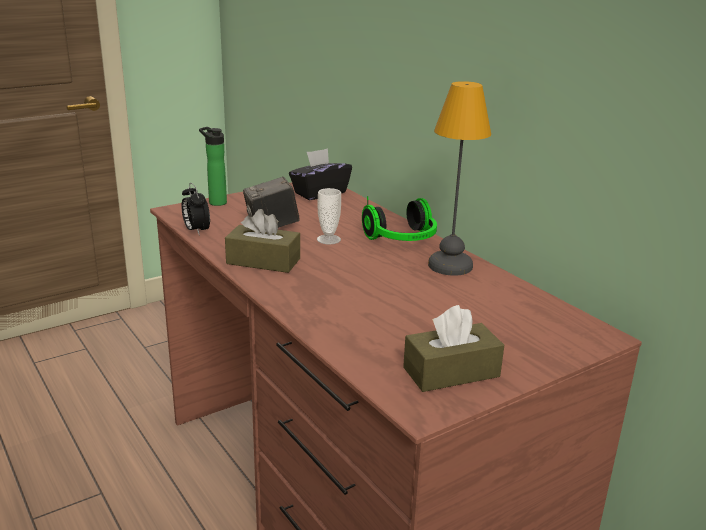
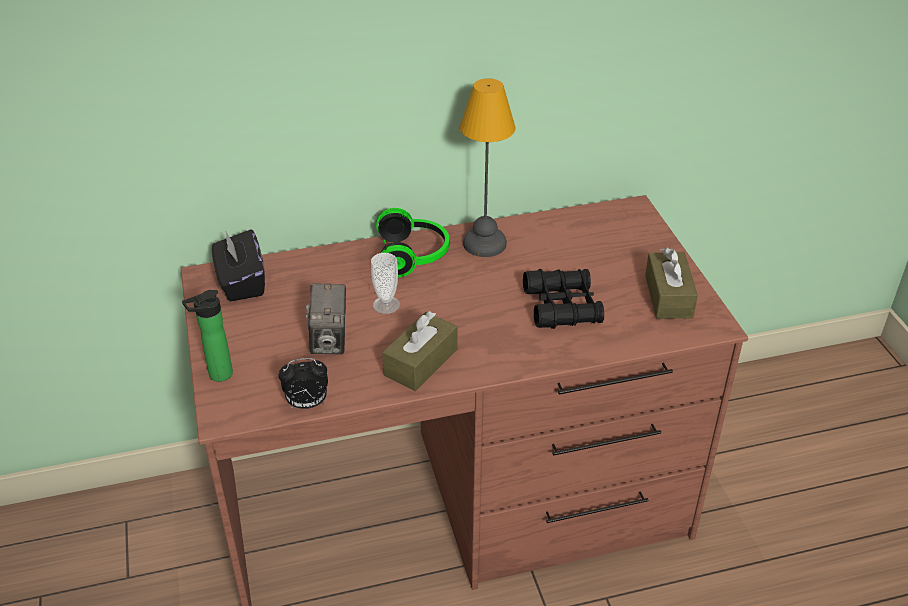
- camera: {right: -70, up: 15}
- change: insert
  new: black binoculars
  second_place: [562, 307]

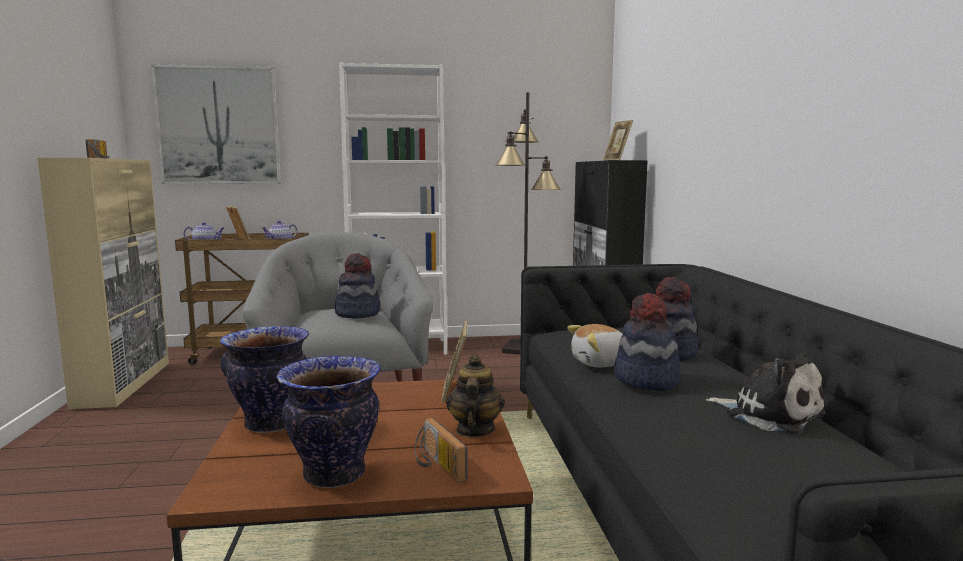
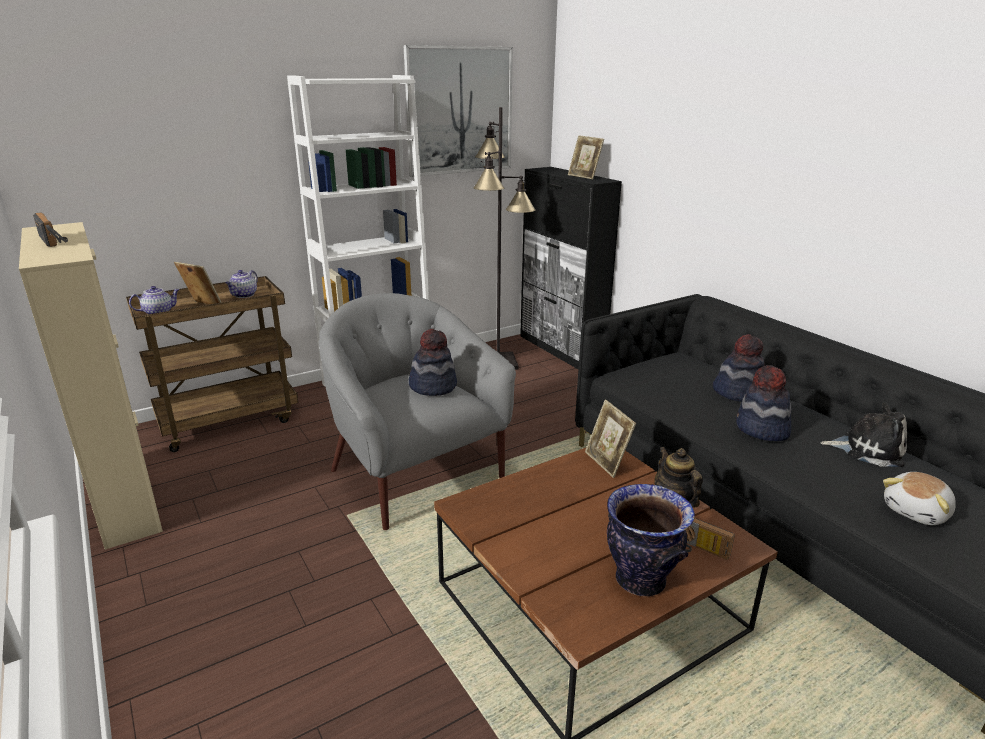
- camera: {right: -25, up: 15}
- change: move
  old: picture
  first_place: [219, 126]
  second_place: [459, 111]
- change: move
  old: plush toy
  first_place: [601, 363]
  second_place: [917, 512]
- change: delete
  old: vase
  first_place: [272, 424]

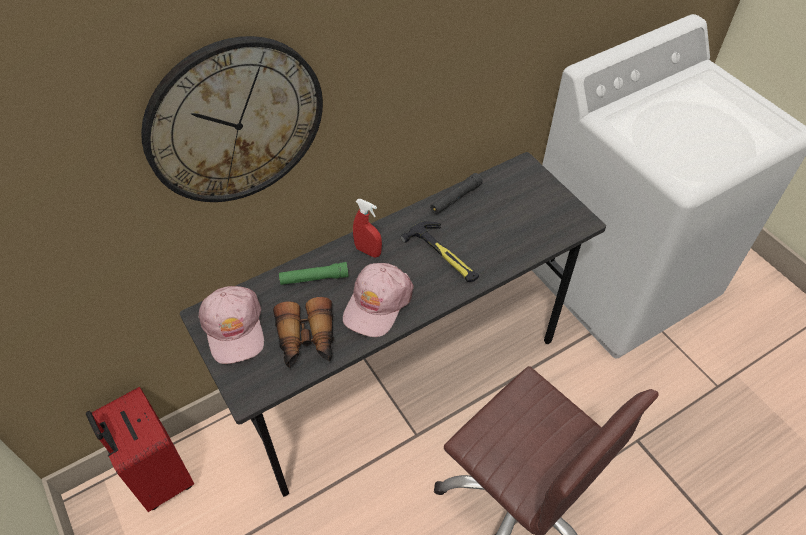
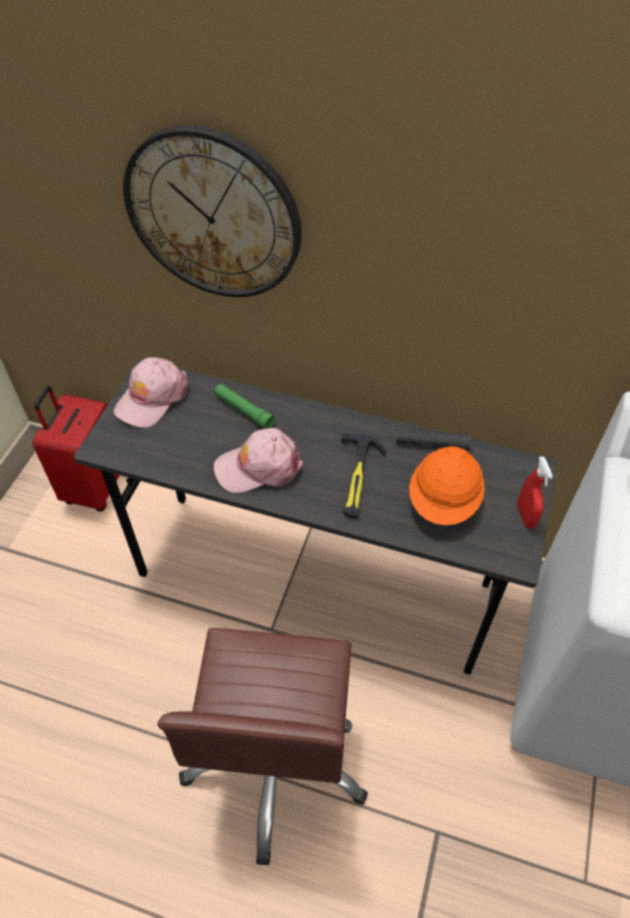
- camera: {right: 50, up: 0}
- change: move
  old: red spray bottle
  first_place: [368, 251]
  second_place: [525, 516]
- change: delete
  old: binoculars
  first_place: [307, 341]
- change: insert
  new: orange hard hat
  second_place: [444, 501]

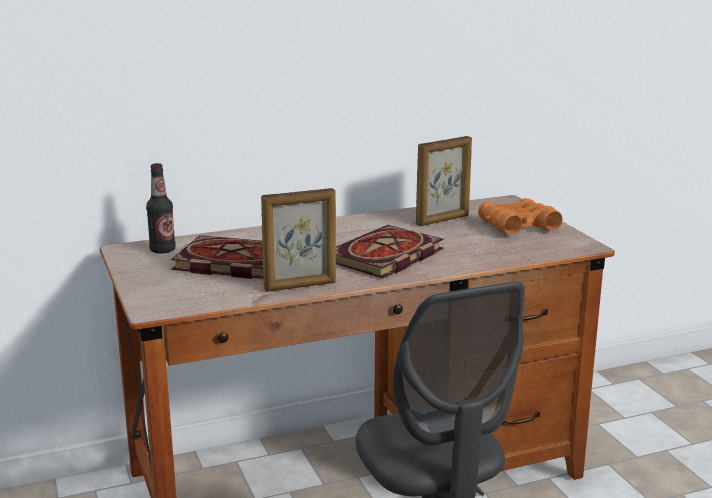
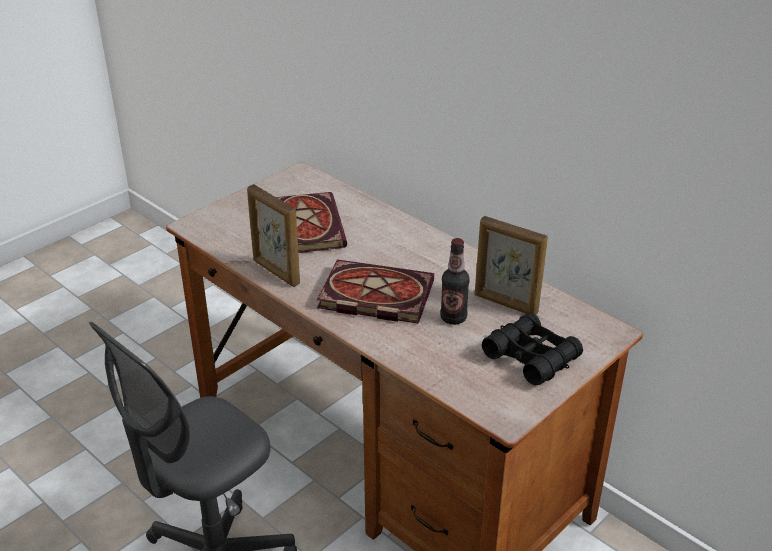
- camera: {right: 65, up: 15}
- change: move
  old: bottle
  first_place: [162, 250]
  second_place: [453, 318]
- change: recolor
  old: orange binoculars
  new: black binoculars
  first_place: [518, 226]
  second_place: [531, 357]

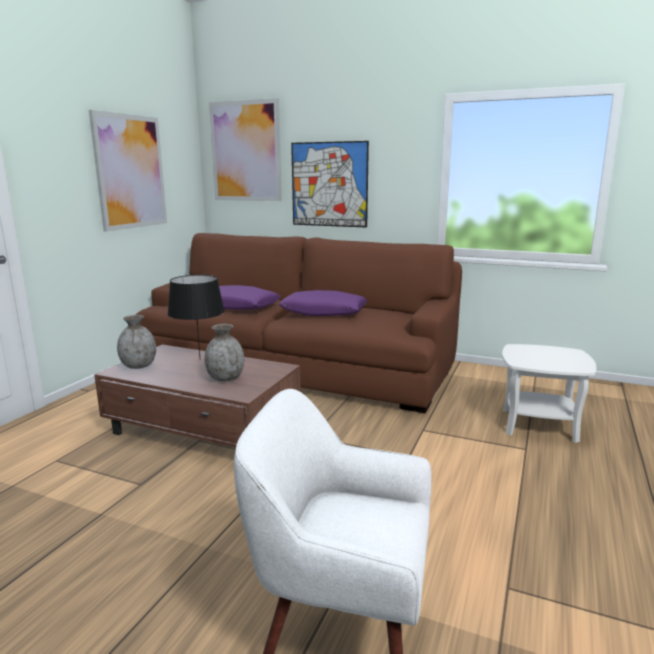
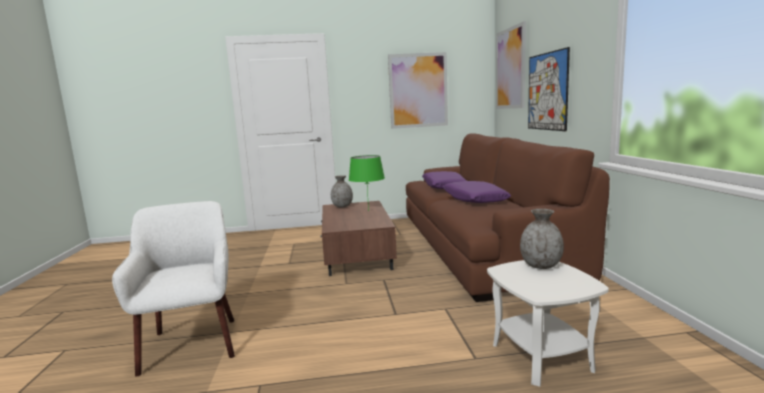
- camera: {right: 60, up: -5}
- change: recolor
  old: black table lamp
  new: green table lamp
  first_place: [200, 359]
  second_place: [368, 210]
- change: move
  old: grey vase
  first_place: [225, 378]
  second_place: [540, 266]

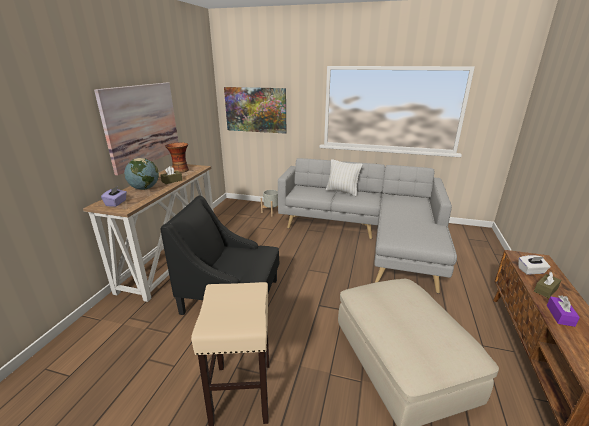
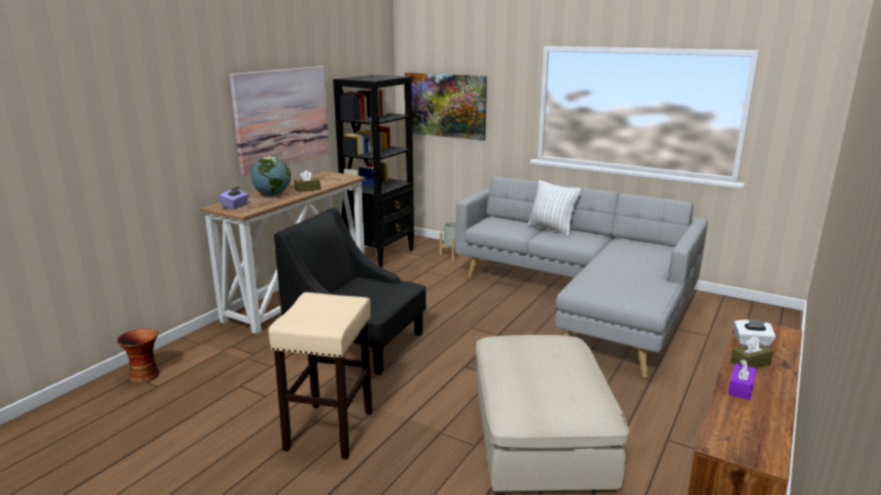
- camera: {right: 15, up: -5}
- change: move
  old: vase
  first_place: [180, 170]
  second_place: [144, 375]
- change: insert
  new: black bookcase
  second_place: [380, 254]

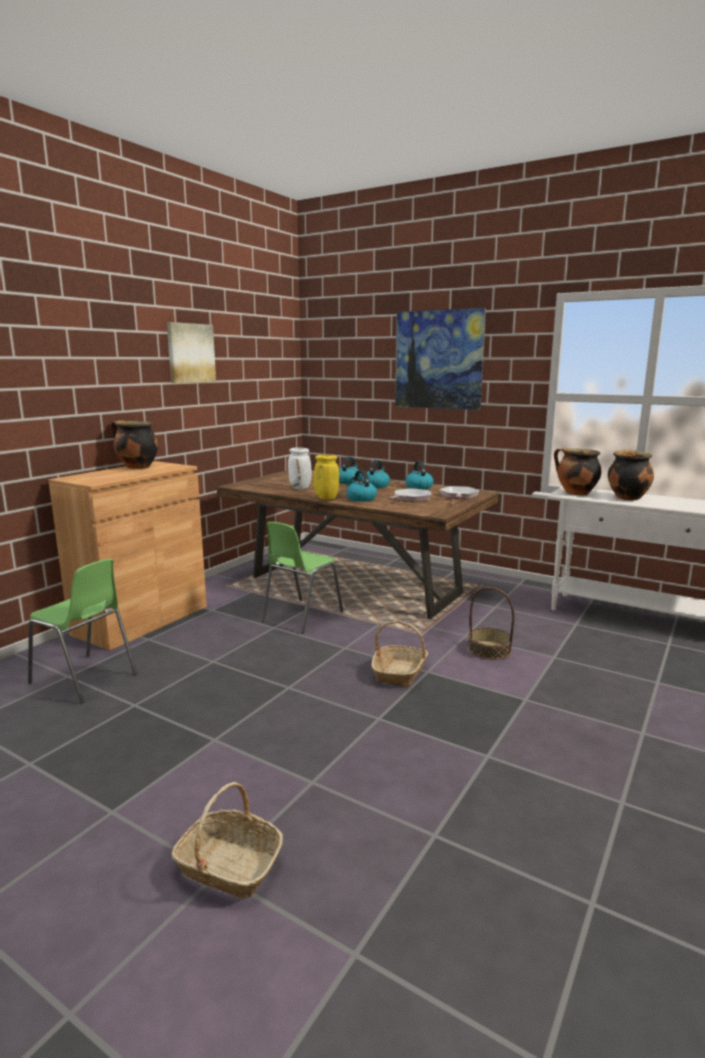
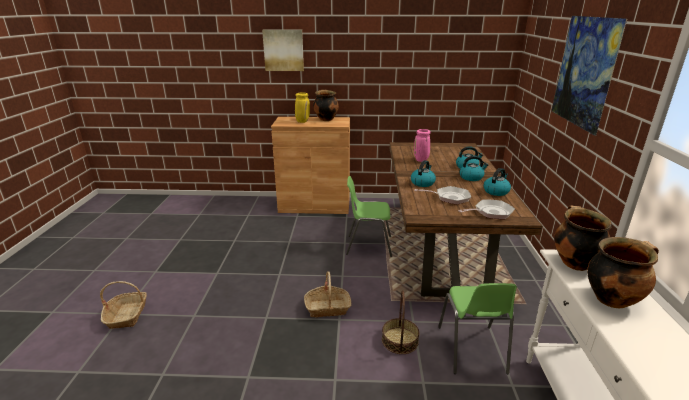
- camera: {right: 60, up: 10}
- change: move
  old: picture
  first_place: [190, 353]
  second_place: [283, 50]
- change: recolor
  old: white vase
  new: pink vase
  first_place: [300, 488]
  second_place: [421, 160]
- change: move
  old: yellow vase
  first_place: [325, 498]
  second_place: [302, 121]
- change: move
  old: green chair
  first_place: [84, 679]
  second_place: [471, 350]

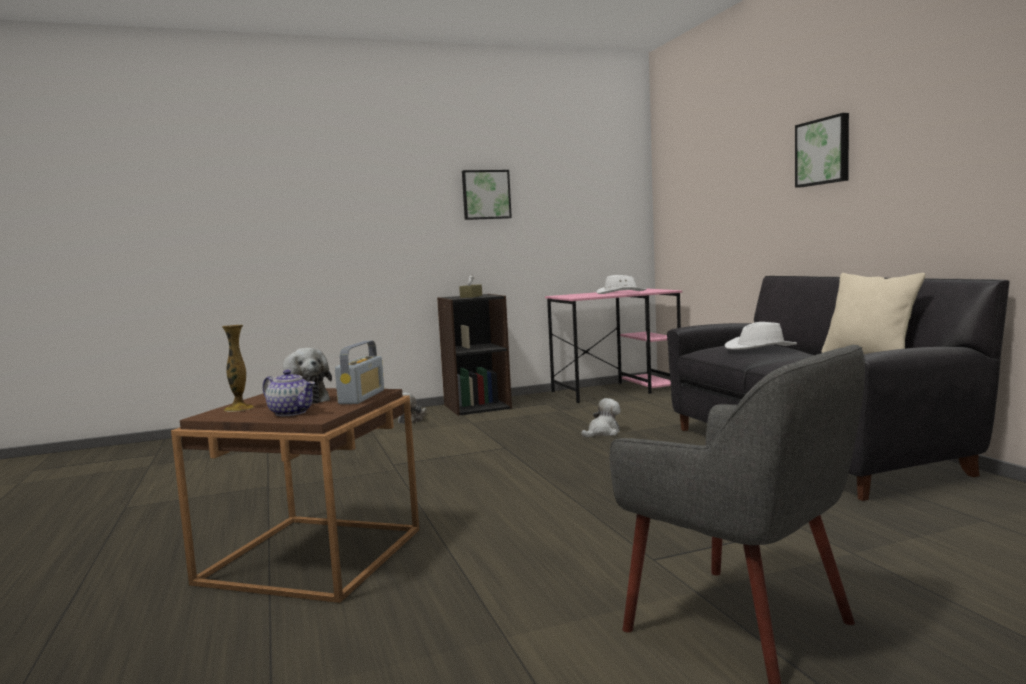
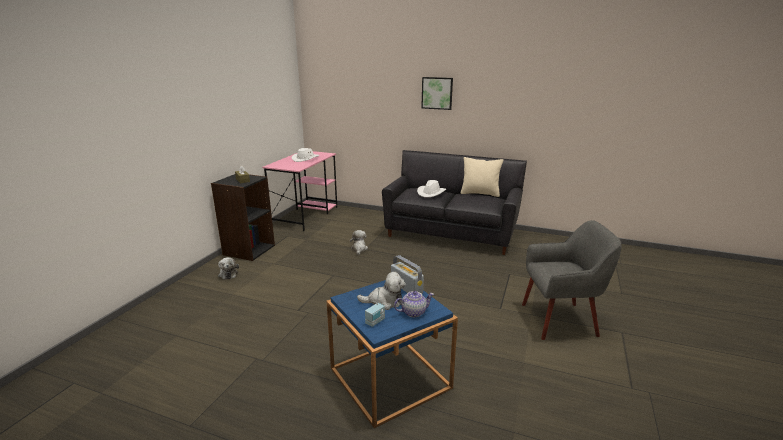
- camera: {right: -50, up: 15}
- change: delete
  old: picture
  first_place: [486, 195]
- change: replace
  old: vase
  new: radio
  first_place: [239, 409]
  second_place: [375, 322]
- change: recolor
  old: brown side table
  new: blue side table
  first_place: [312, 555]
  second_place: [390, 378]

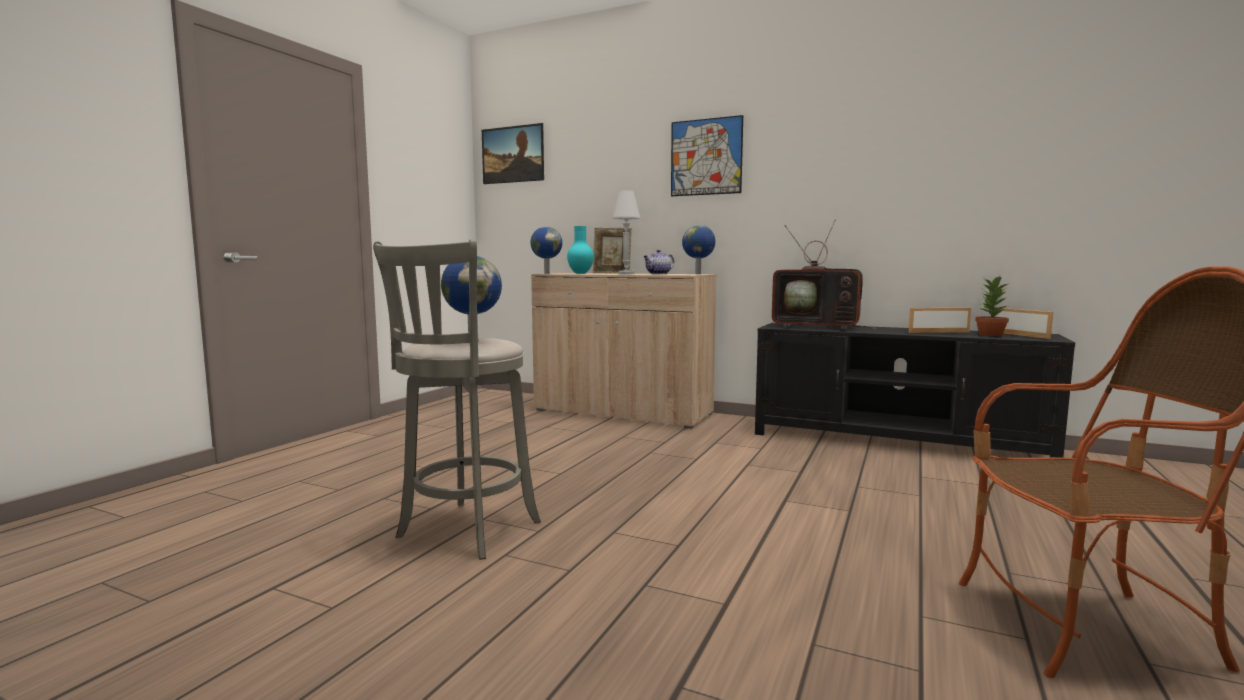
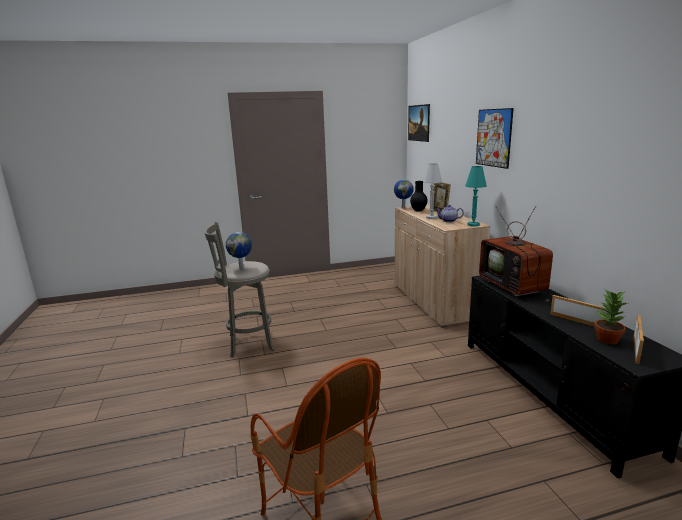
- camera: {right: 50, up: 10}
- change: replace
  old: globe
  new: turquoise table lamp
  first_place: [698, 274]
  second_place: [473, 225]
- change: recolor
  old: turquoise vase
  new: black vase
  first_place: [580, 273]
  second_place: [418, 211]

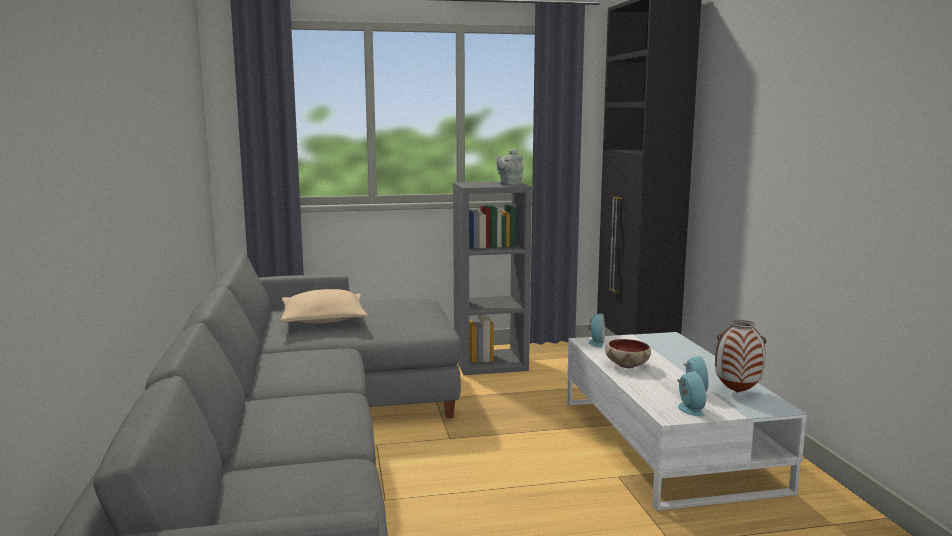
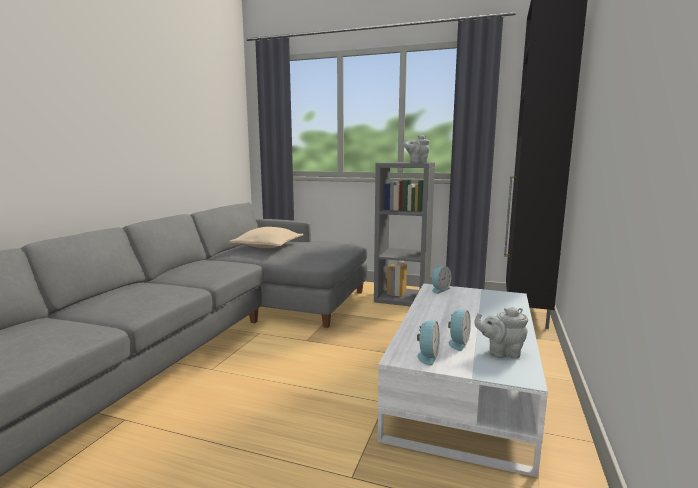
- camera: {right: 30, up: 0}
- change: replace
  old: vase
  new: grey teapot
  first_place: [737, 392]
  second_place: [501, 353]
- change: delete
  old: bowl
  first_place: [626, 365]

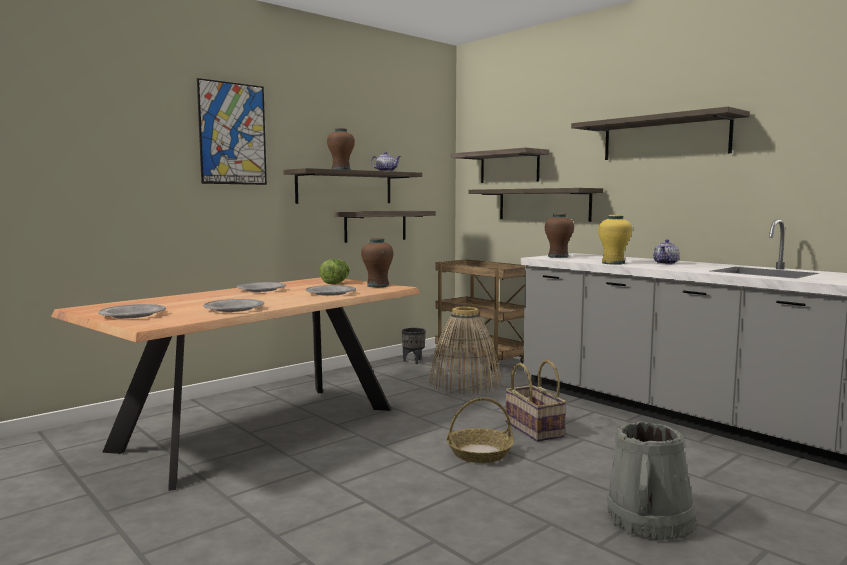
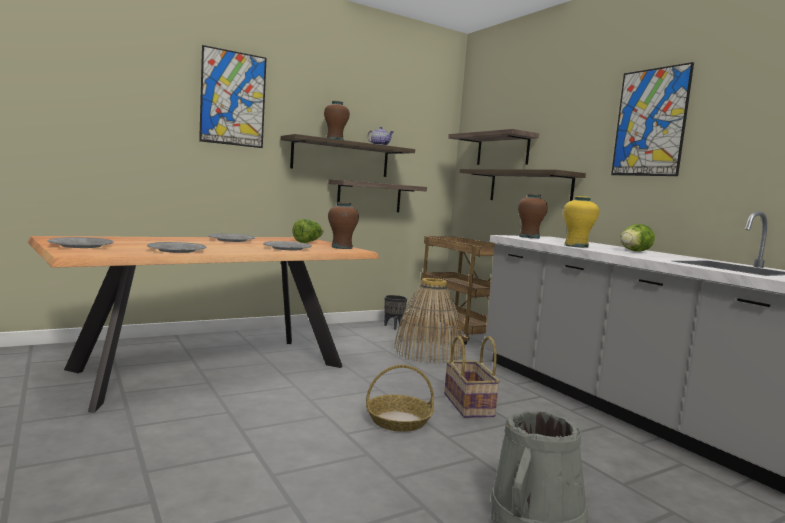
- camera: {right: 10, up: 0}
- change: replace
  old: shelf
  new: picture
  first_place: [664, 138]
  second_place: [650, 122]
- change: replace
  old: teapot
  new: lettuce
  first_place: [666, 263]
  second_place: [633, 251]

